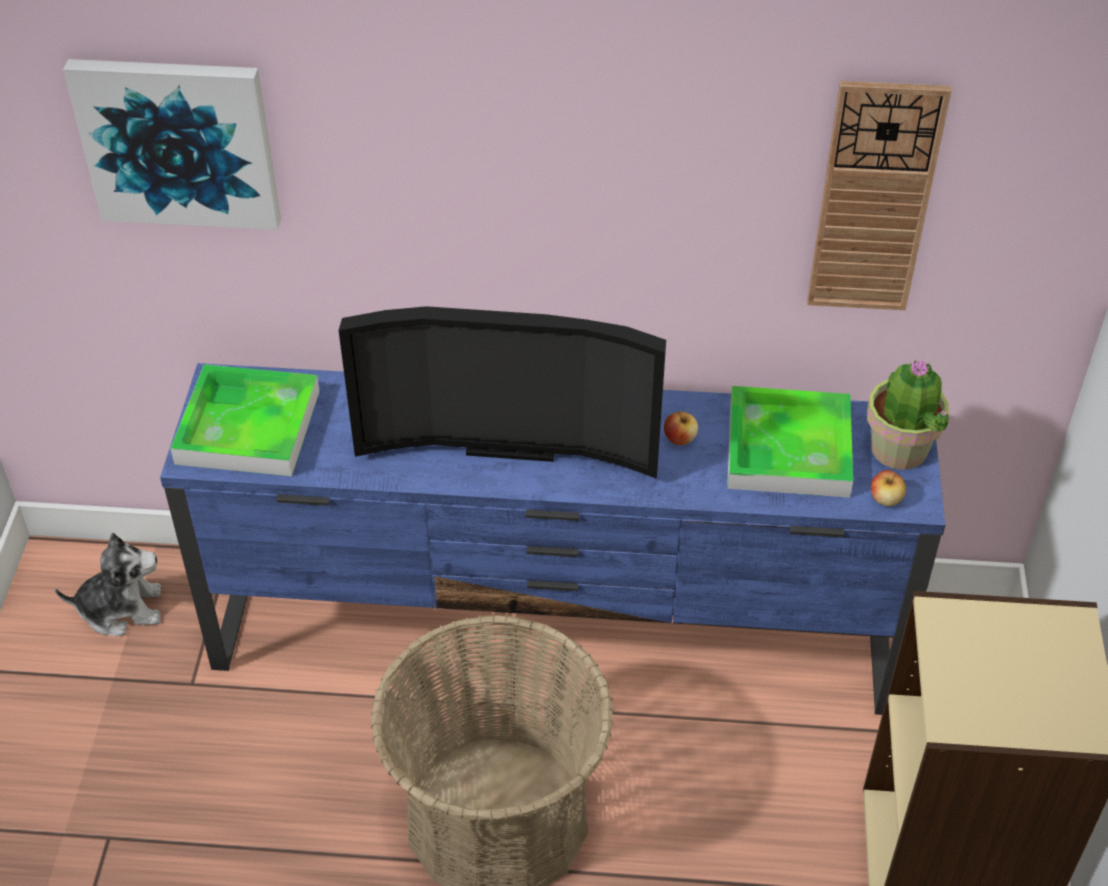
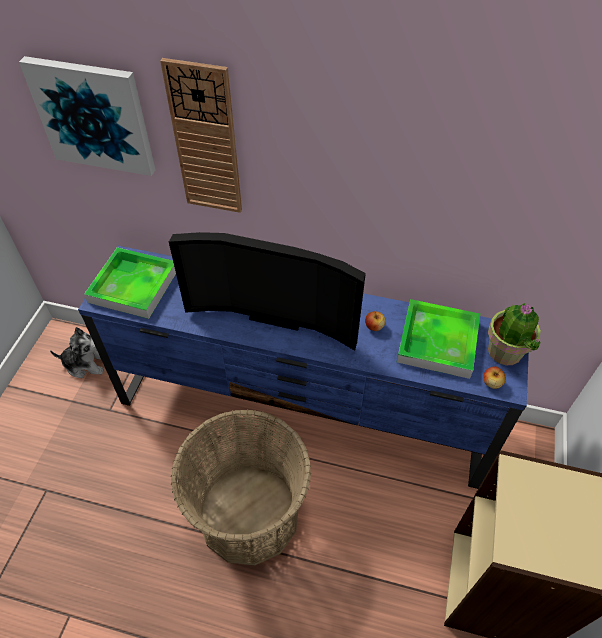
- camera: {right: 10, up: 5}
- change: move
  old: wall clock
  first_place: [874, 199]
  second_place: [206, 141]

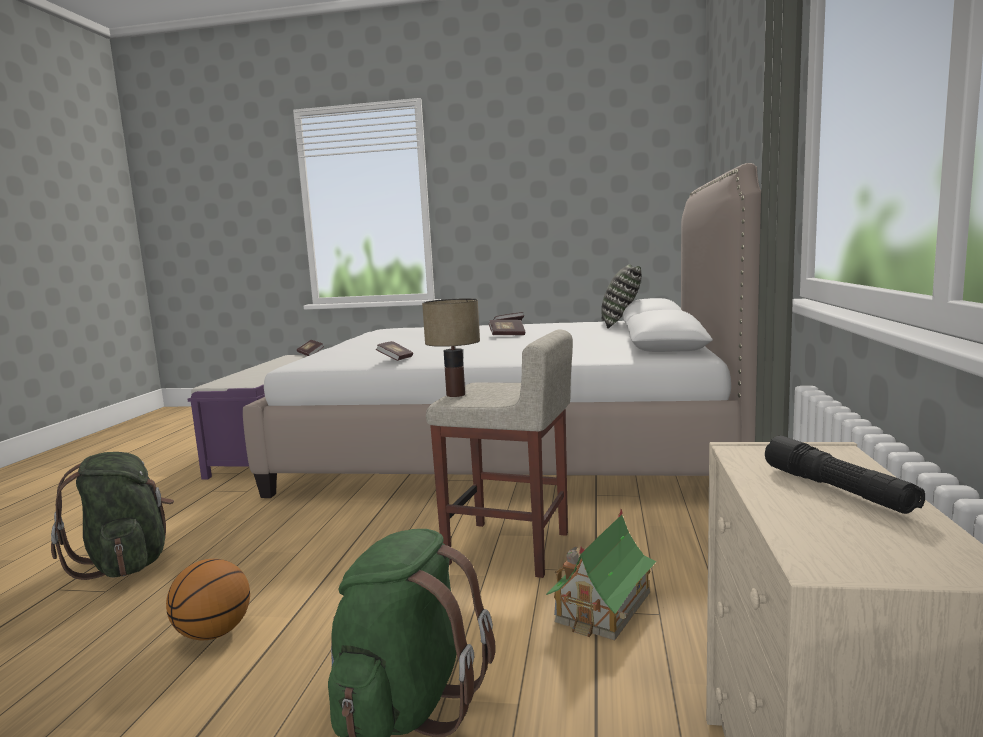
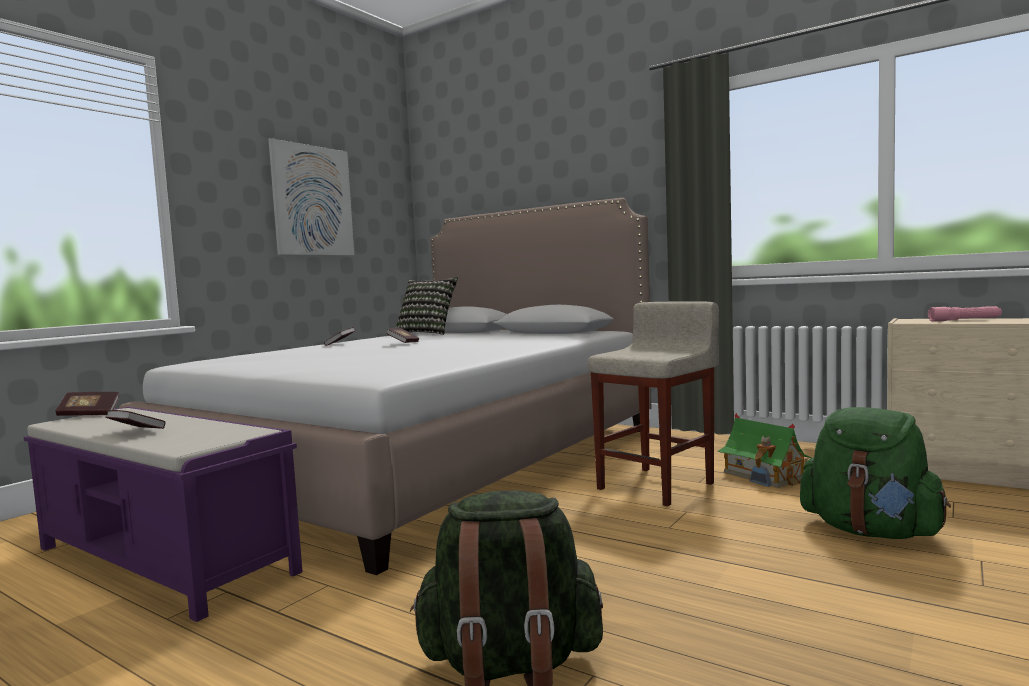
- camera: {right: -65, up: -5}
- change: delete
  old: table lamp
  first_place: [454, 395]
- change: move
  old: book
  first_place: [395, 360]
  second_place: [136, 432]
- change: recolor
  old: black flashlight
  new: pink flashlight
  first_place: [836, 490]
  second_place: [964, 320]
- change: delete
  old: basketball
  first_place: [213, 633]
- change: insert
  new: picture
  second_place: [313, 200]

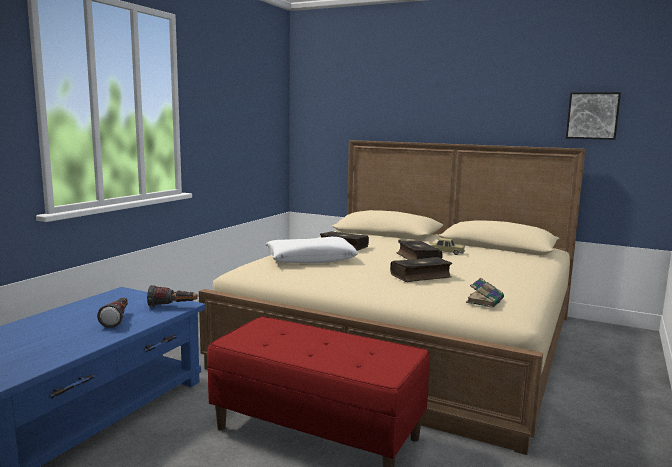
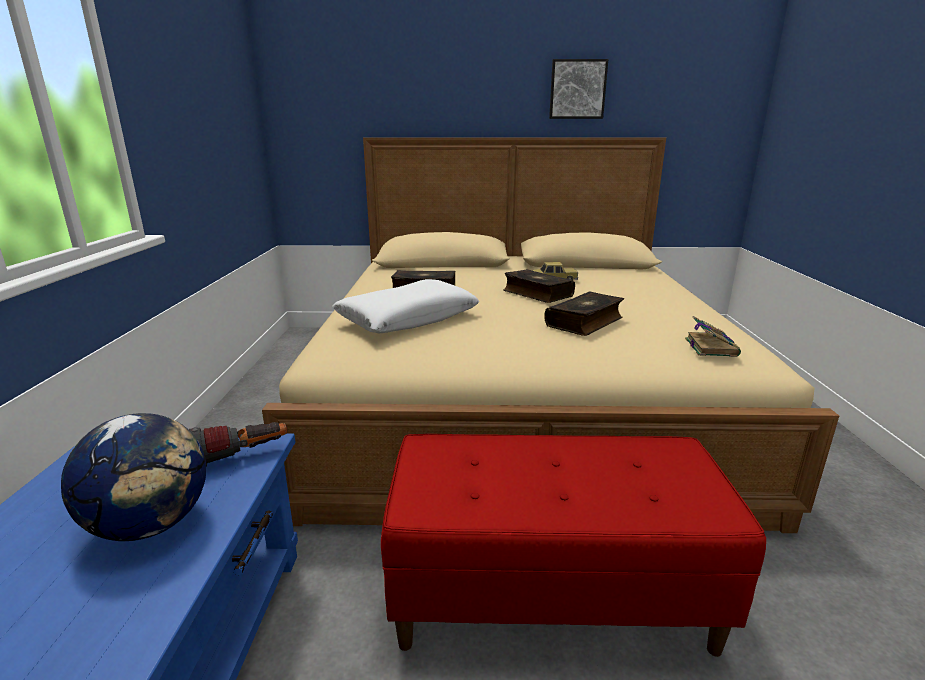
- camera: {right: -25, up: 10}
- change: move
  old: picture
  first_place: [592, 116]
  second_place: [577, 89]
- change: replace
  old: flashlight
  new: globe
  first_place: [117, 320]
  second_place: [152, 524]

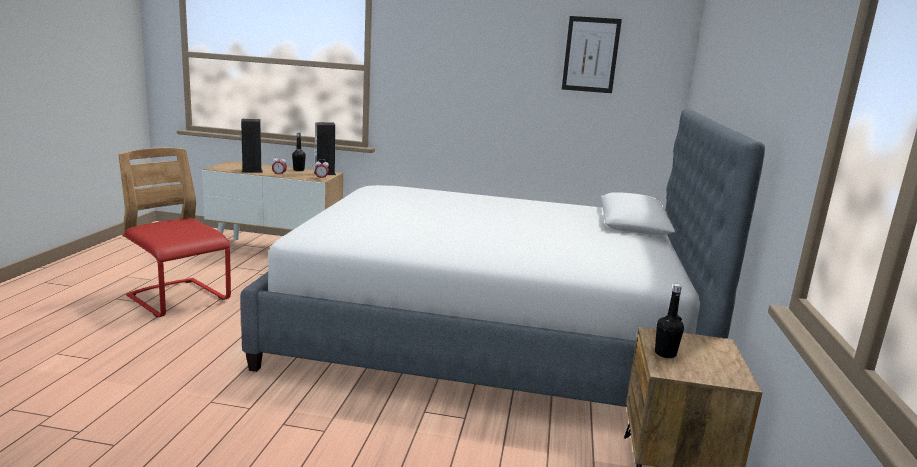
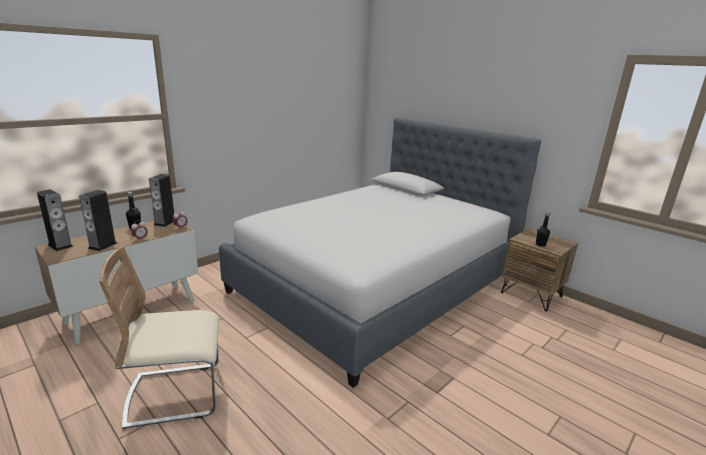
- camera: {right: -55, up: 5}
- change: delete
  old: picture
  first_place: [591, 55]
- change: recolor
  old: red chair
  new: beige chair
  first_place: [179, 299]
  second_place: [175, 394]
- change: insert
  new: speaker
  second_place: [60, 245]

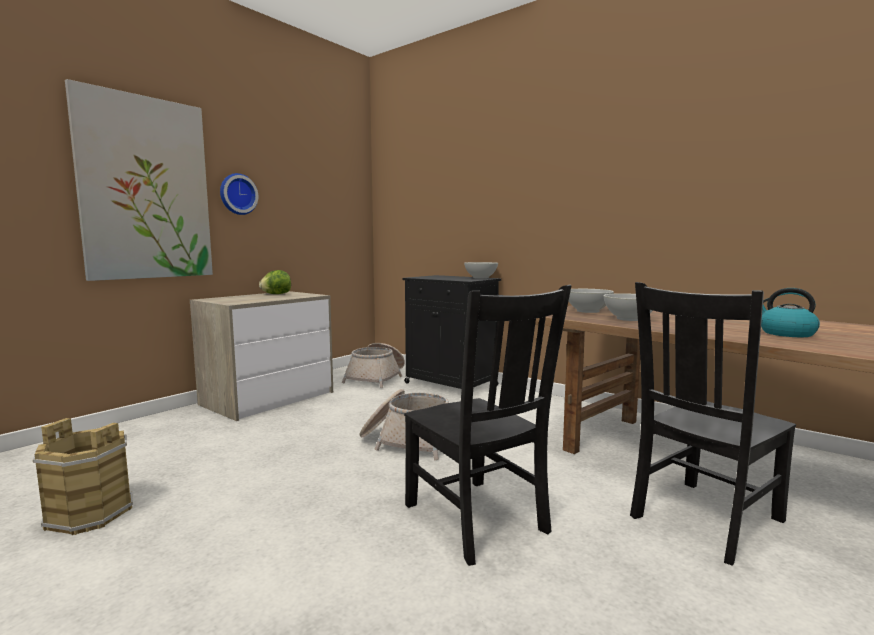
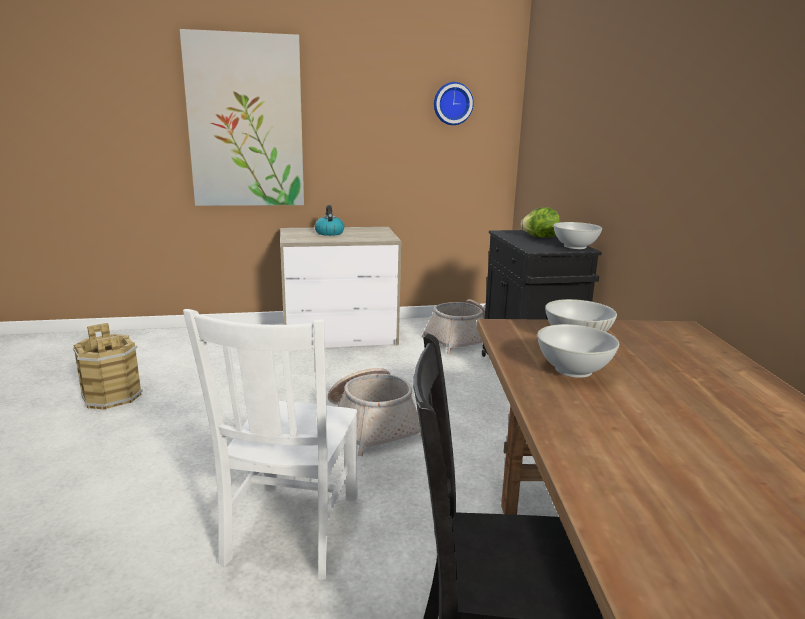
- camera: {right: 40, up: 10}
- change: move
  old: wall clock
  first_place: [237, 194]
  second_place: [452, 103]
- change: move
  old: lettuce
  first_place: [276, 294]
  second_place: [539, 237]
- change: recolor
  old: black chair
  new: white chair
  first_place: [477, 520]
  second_place: [291, 531]
- change: move
  old: kettle
  first_place: [786, 333]
  second_place: [329, 233]

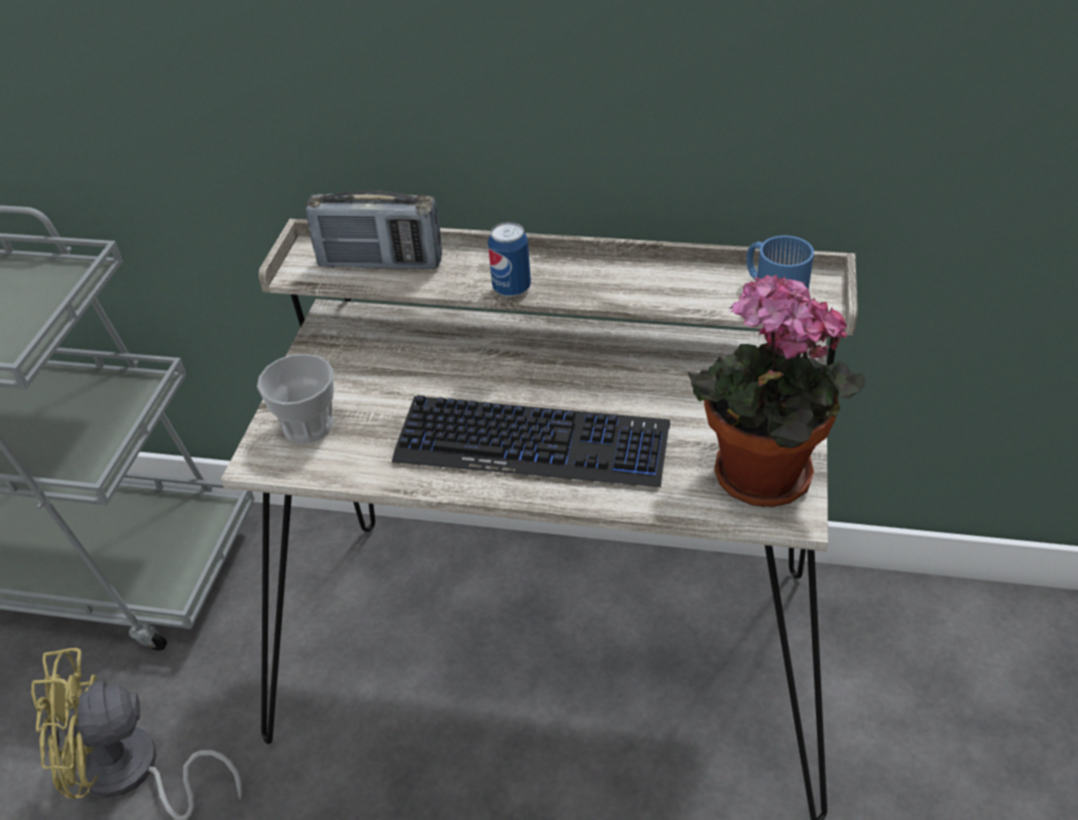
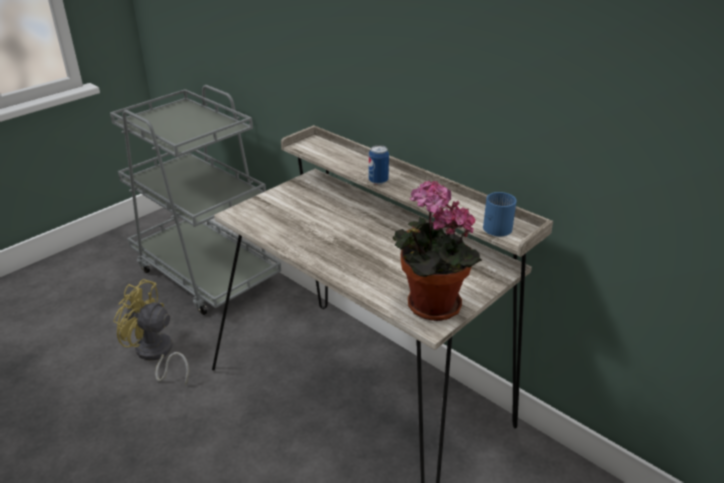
- camera: {right: 30, up: -10}
- change: delete
  old: radio
  first_place: [380, 263]
- change: delete
  old: cup
  first_place: [308, 426]
- change: delete
  old: keyboard
  first_place: [533, 444]

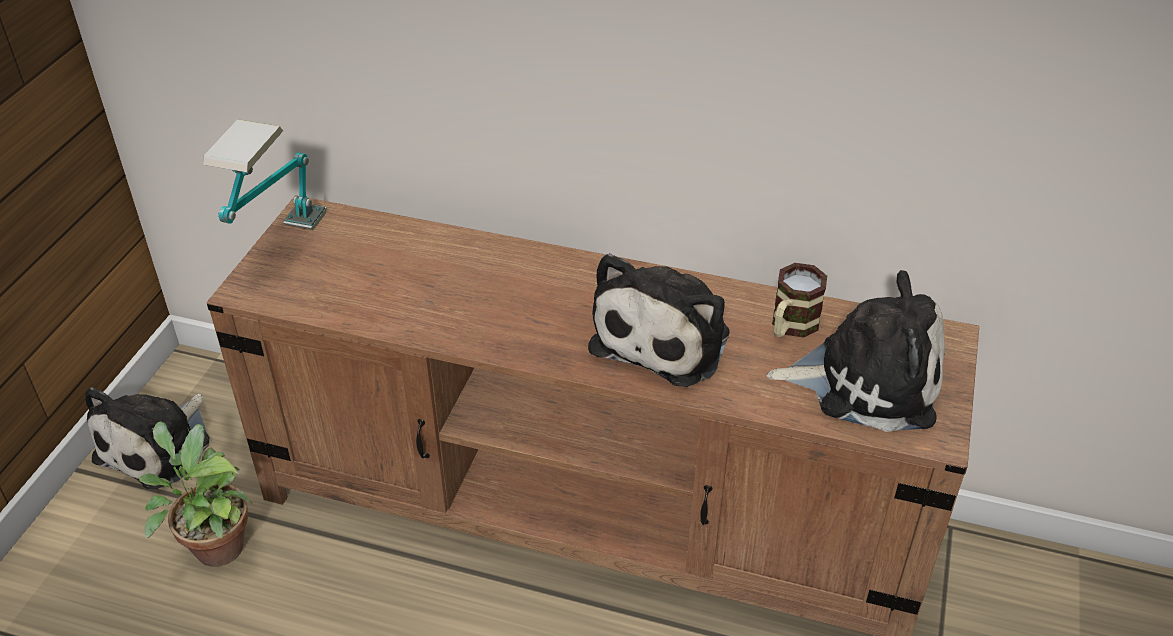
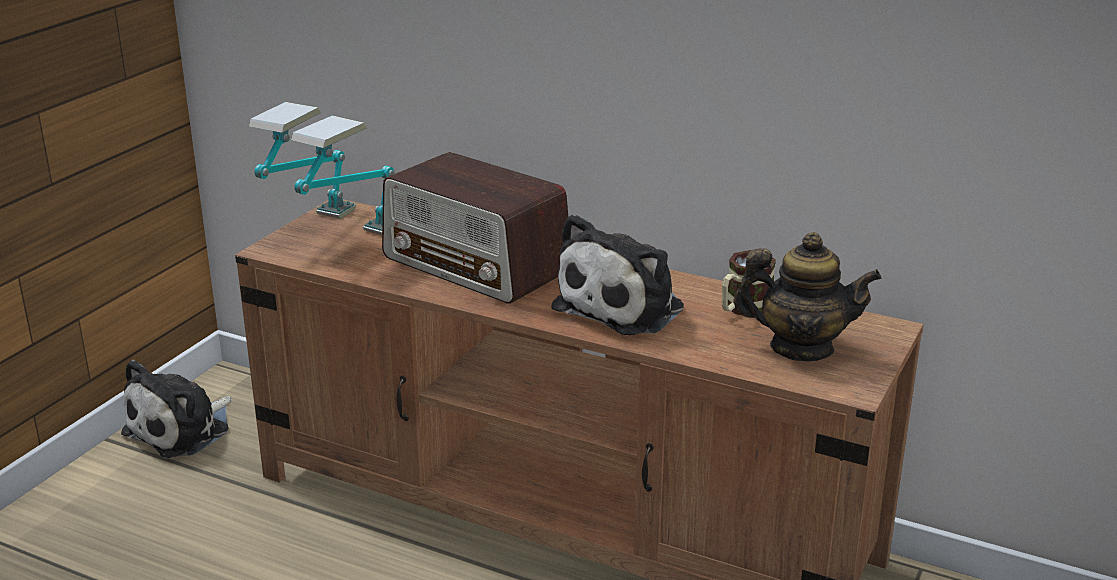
- camera: {right: 10, up: -15}
- change: replace
  old: plush toy
  new: teapot
  first_place: [866, 380]
  second_place: [801, 348]
- change: delete
  old: potted plant
  first_place: [214, 545]
- change: insert
  new: table lamp
  second_place: [353, 245]
- change: insert
  new: radio
  second_place: [477, 265]

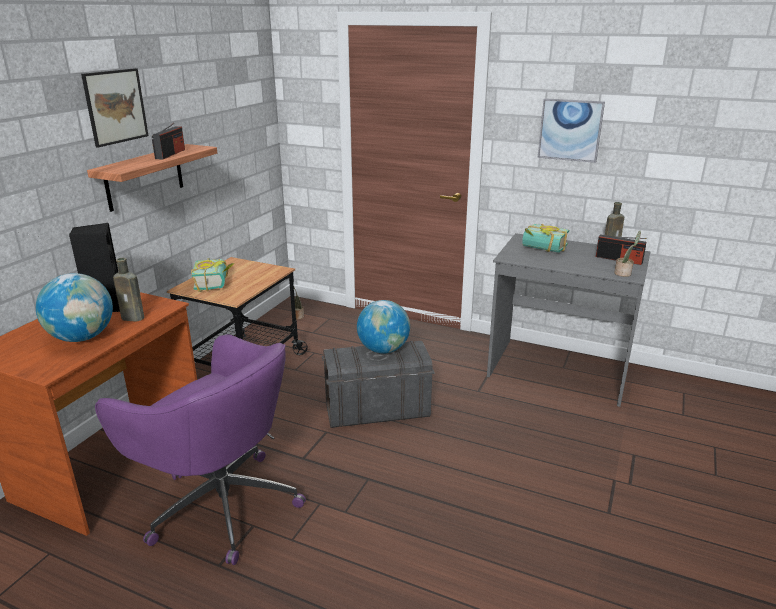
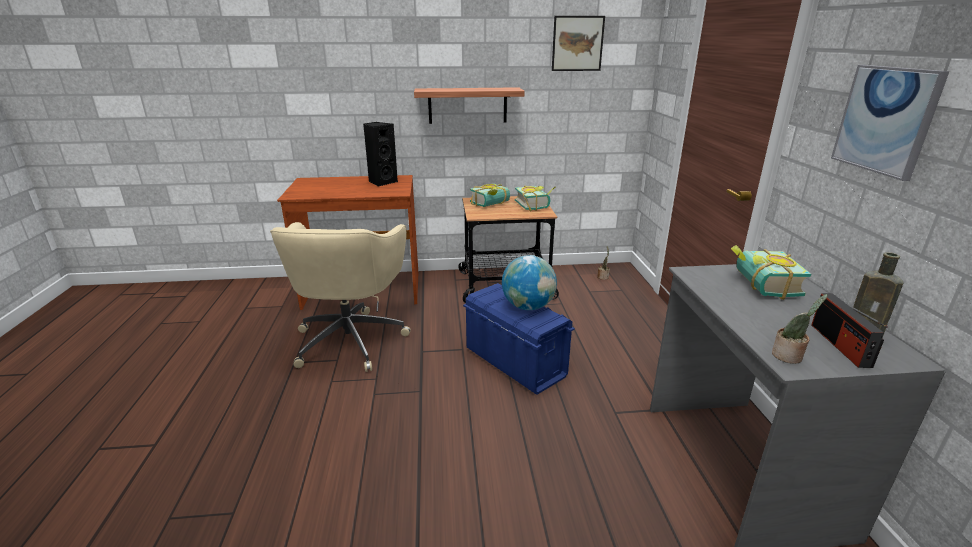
- camera: {right: 60, up: 0}
- change: move
  old: picture
  first_place: [115, 106]
  second_place: [577, 43]
- change: delete
  old: radio
  first_place: [170, 154]
- change: delete
  old: brown bottle
  first_place: [134, 318]
- change: delete
  old: globe
  first_place: [82, 337]
- change: recolor
  old: purple office chair
  new: beige office chair
  first_place: [221, 503]
  second_place: [351, 339]
- change: recolor
  old: grey storage box
  new: blue storage box
  first_place: [376, 410]
  second_place: [515, 362]
- change: insert
  new: book
  second_place: [535, 205]

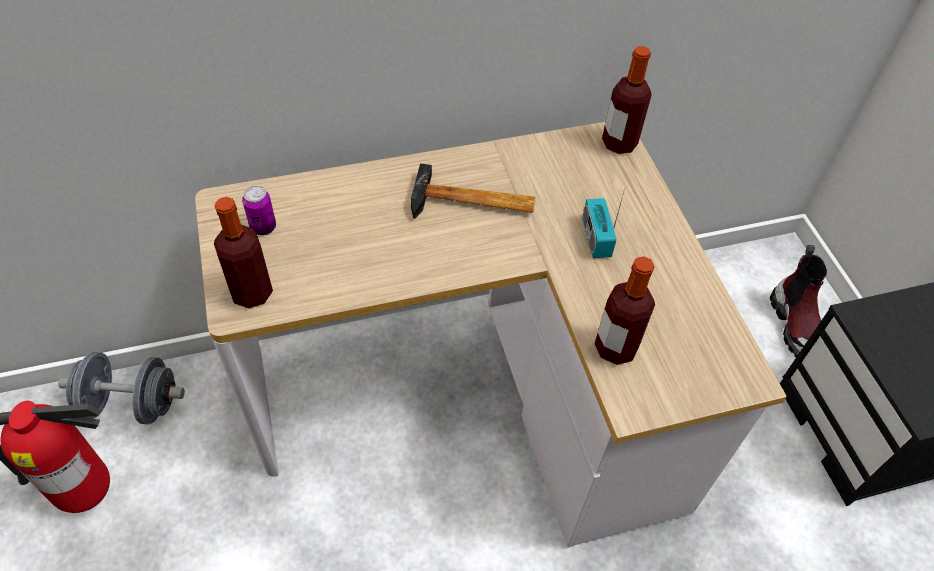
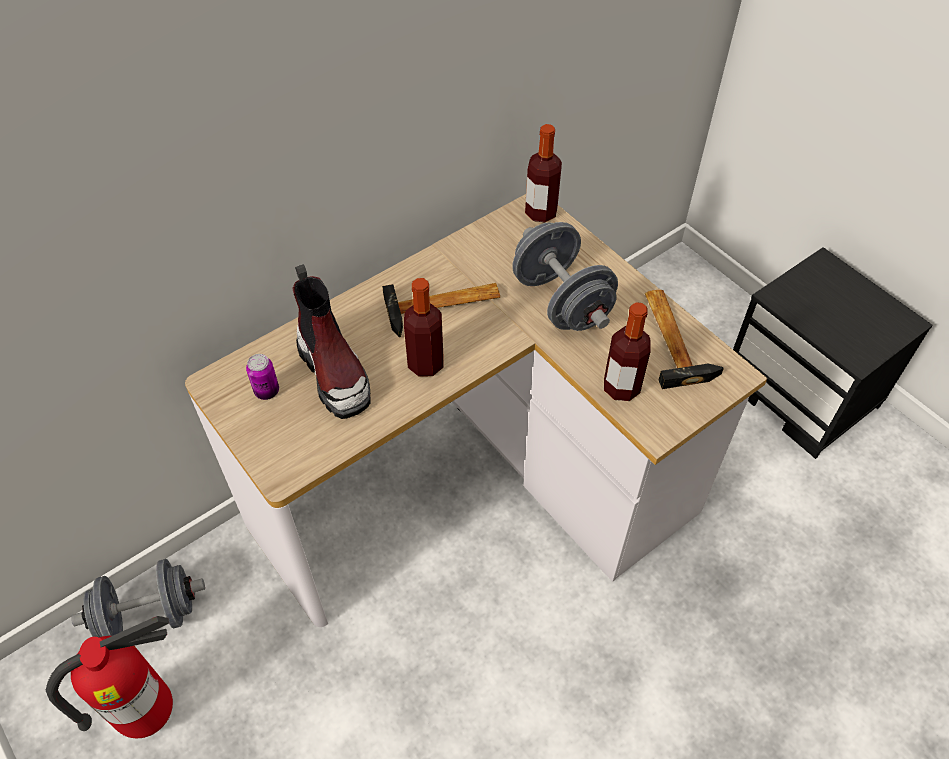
- camera: {right: -20, up: 0}
- change: replace
  old: radio
  new: grey dumbbell
  first_place: [596, 238]
  second_place: [561, 301]
- change: move
  old: bottle
  first_place: [252, 293]
  second_place: [425, 364]
- change: move
  old: boot
  first_place: [796, 324]
  second_place: [335, 372]
- change: insert
  new: hammer
  second_place: [673, 338]

